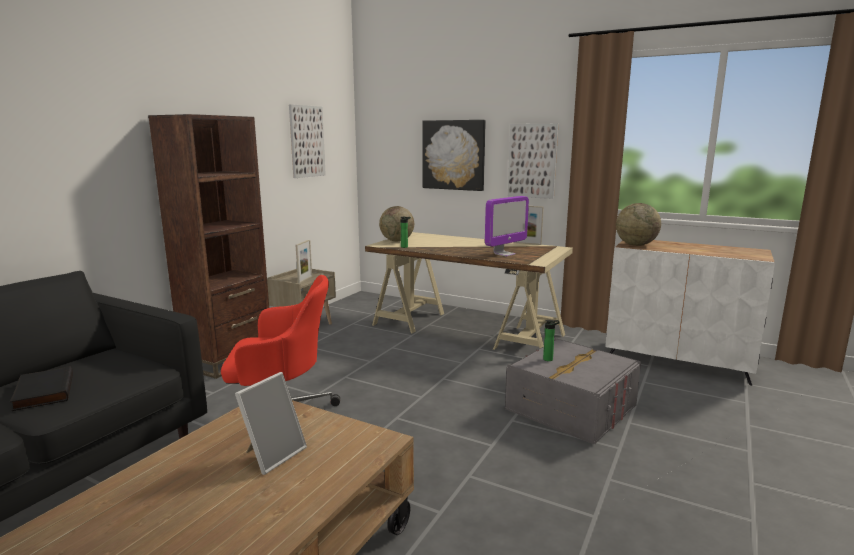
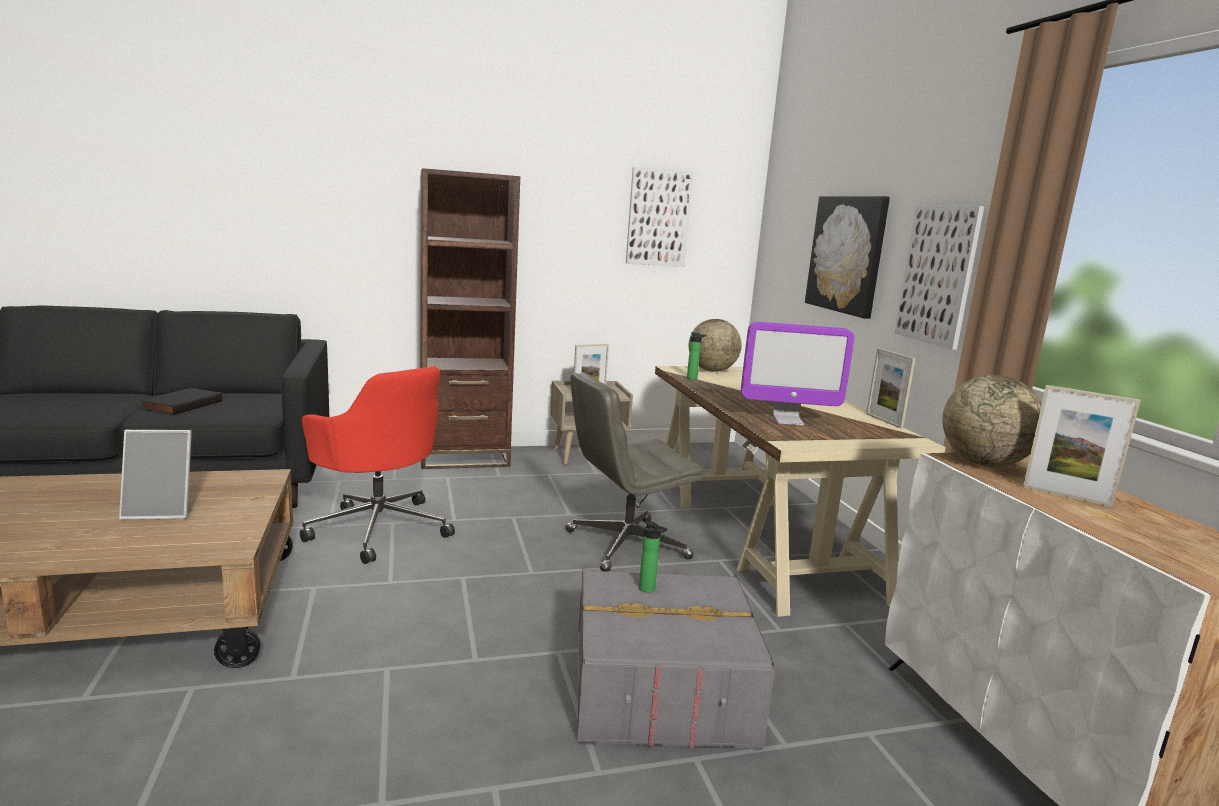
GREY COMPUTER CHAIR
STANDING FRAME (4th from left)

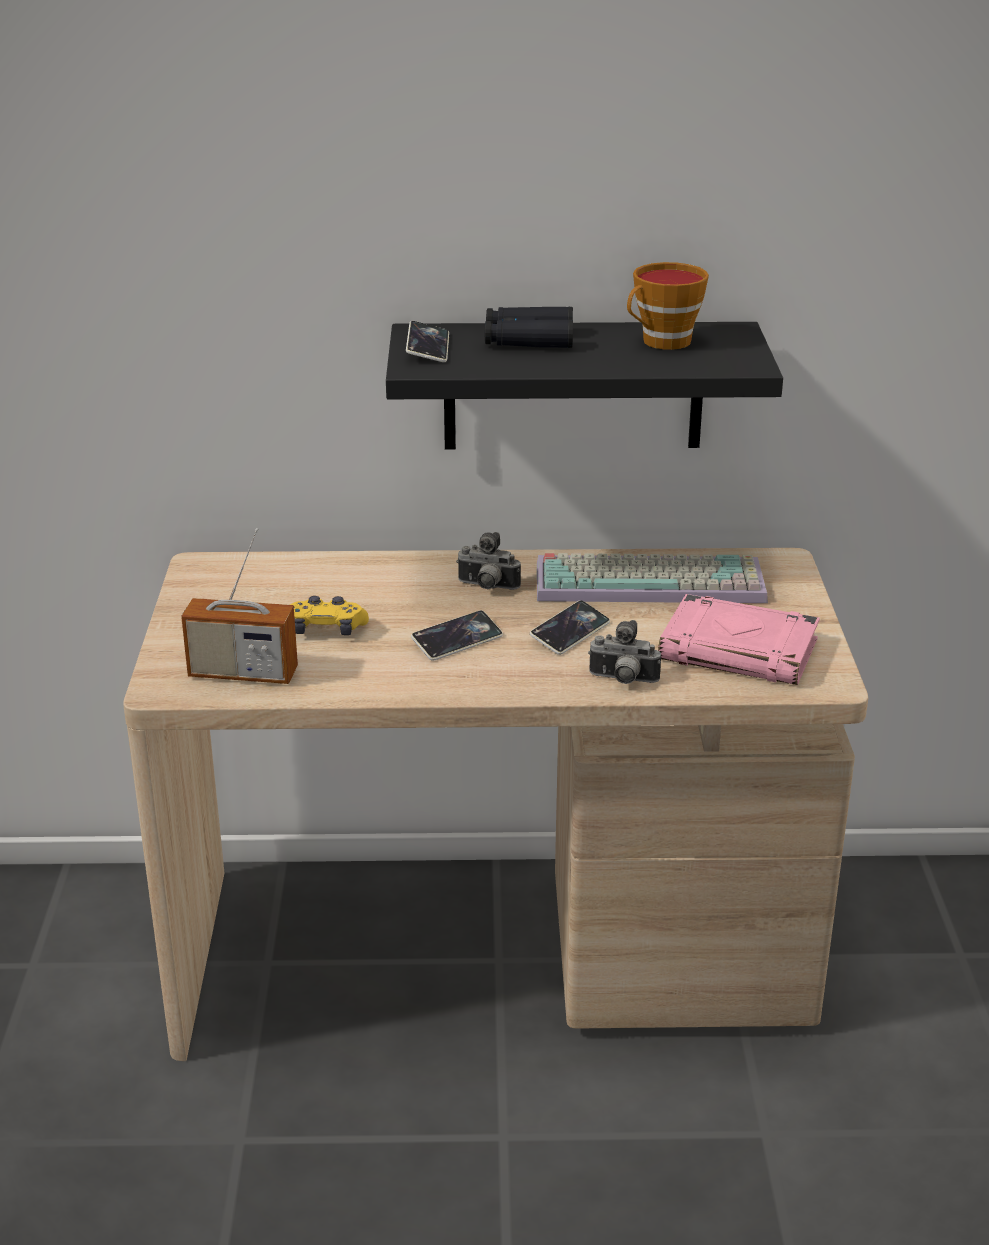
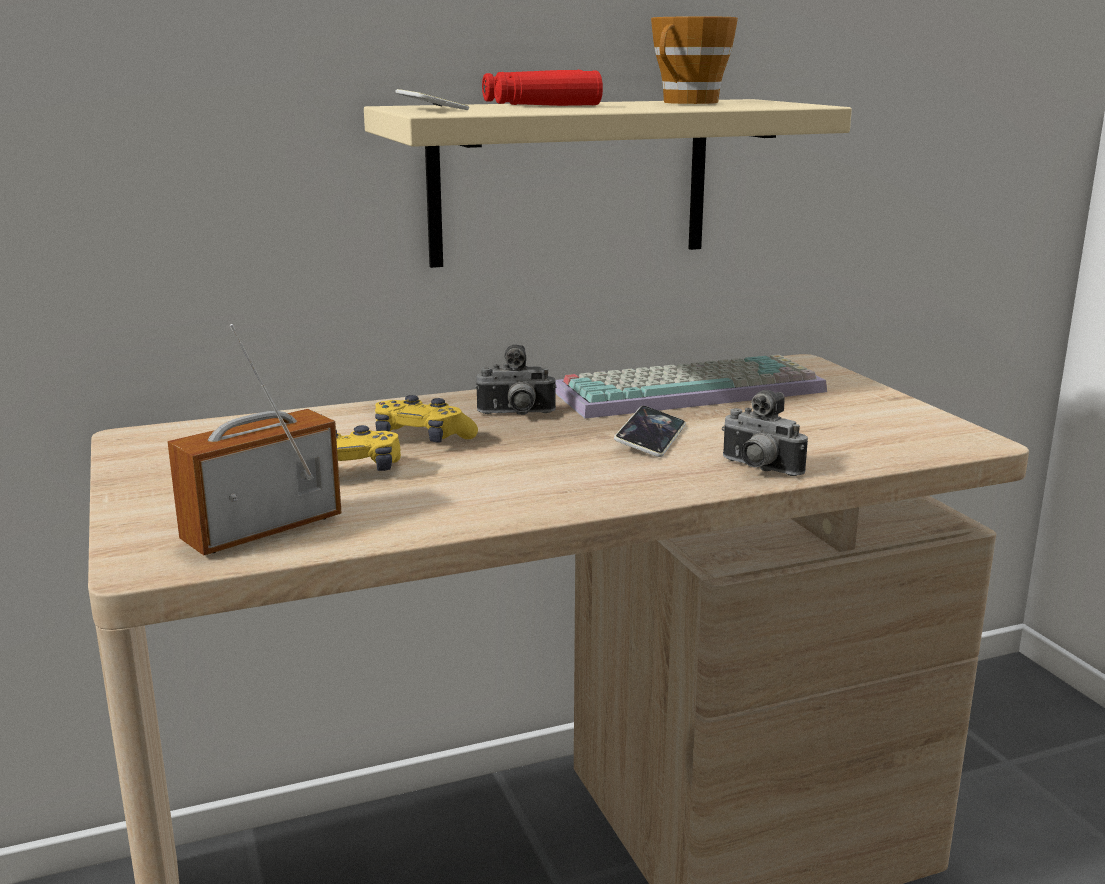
RADIO
BEIGE WALL SHELF
HANDSET (2nd from left in the first image)
RED-COLOURED FIELD GLASSES
PHOTO CAMERA (2nd from left)
PINK-COLOURED VOLUME
YELLOW GAME CONTROLLER (2nd from left)

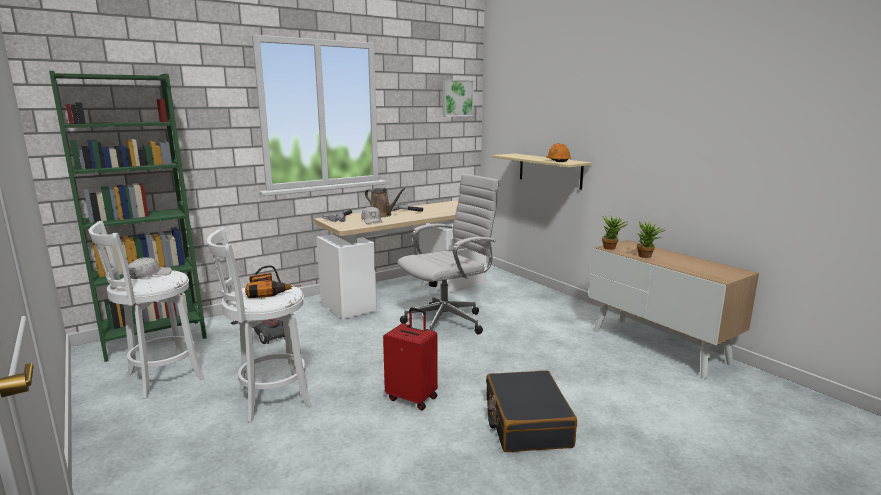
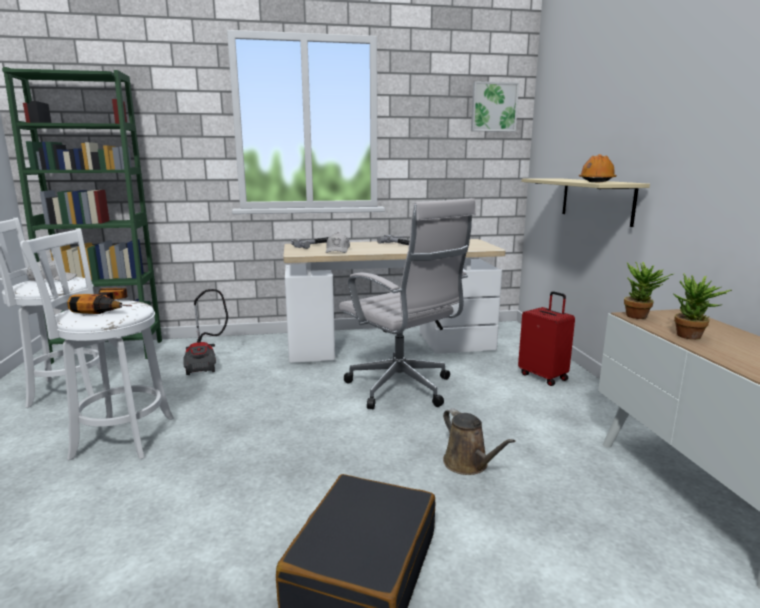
BROWN WATERING CAN
RED-COLOURED TRAVEL CASE
WHITE COMPUTER CHAIR

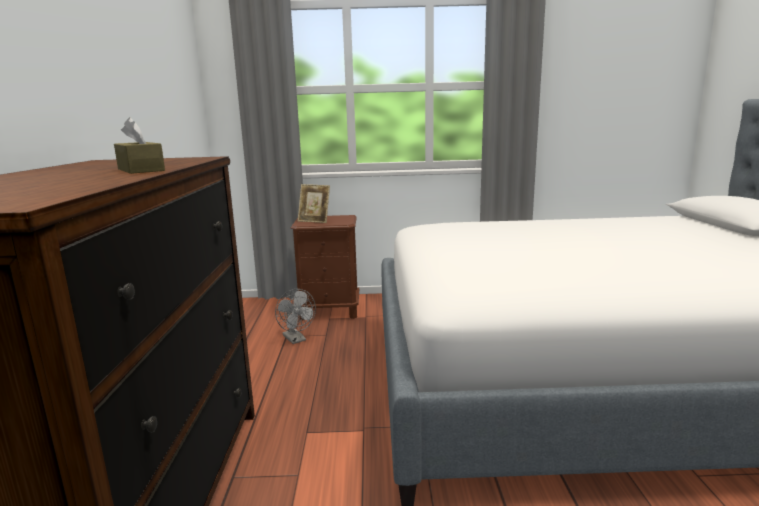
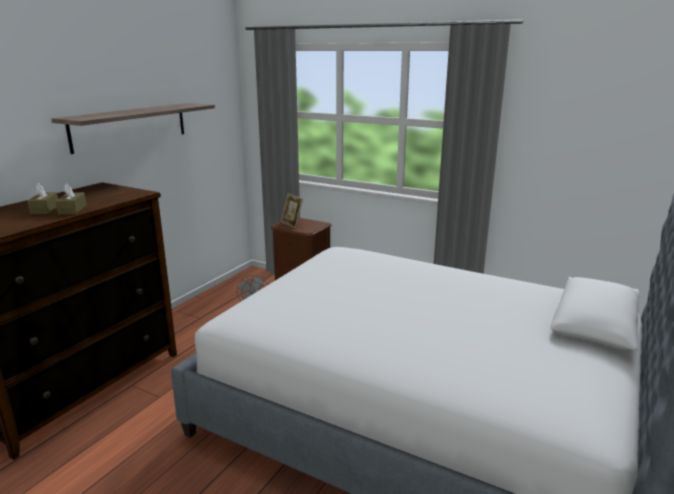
BROWN TISSUE BOX (1st from left)
WALL SHELF

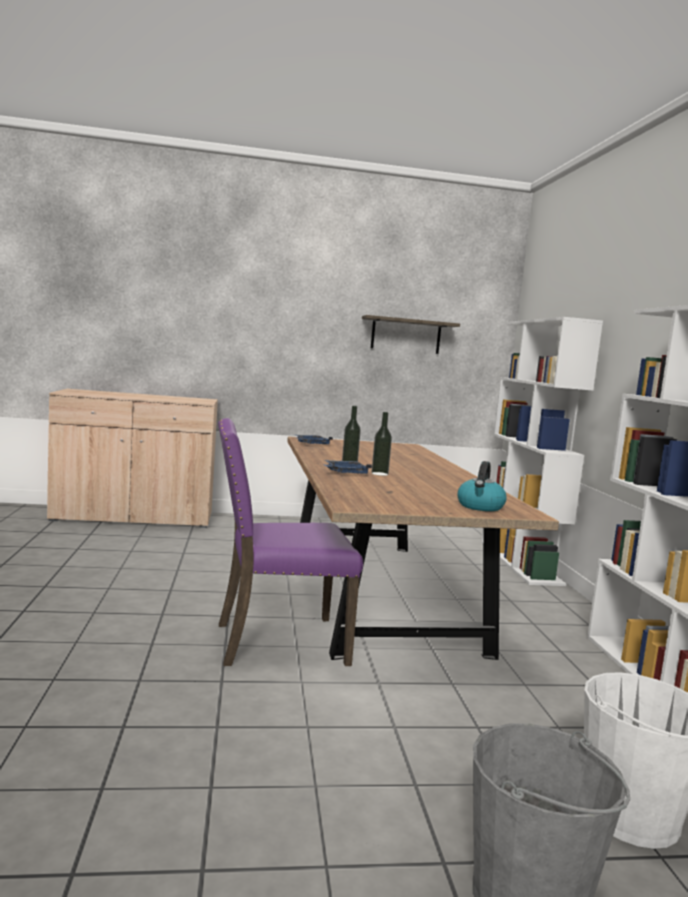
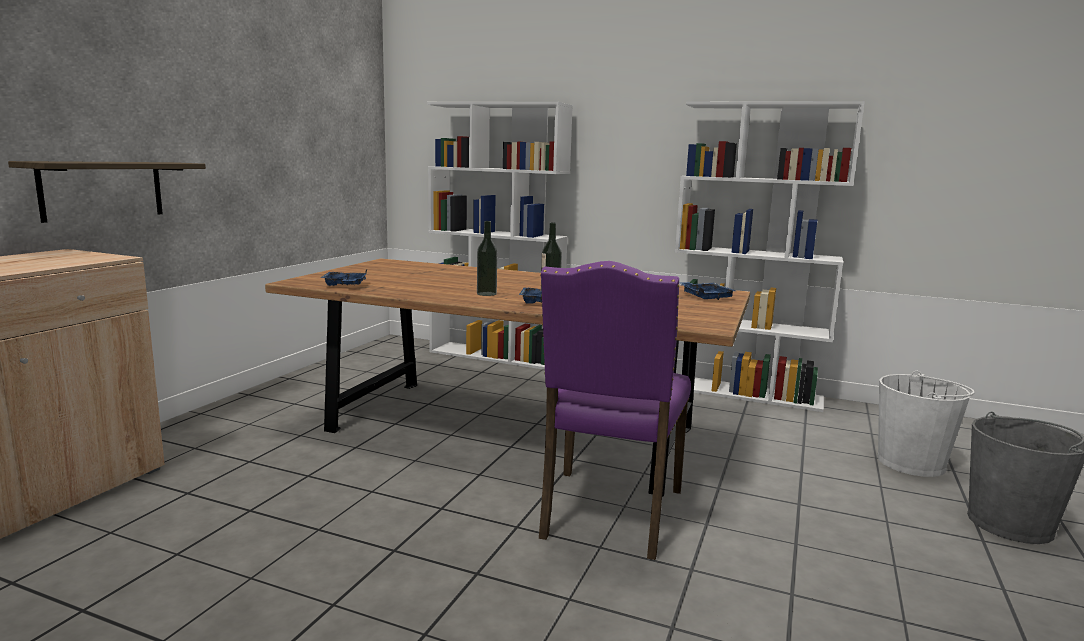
WALL SHELF
BLUE CARRYING TRAY (3rd from left)

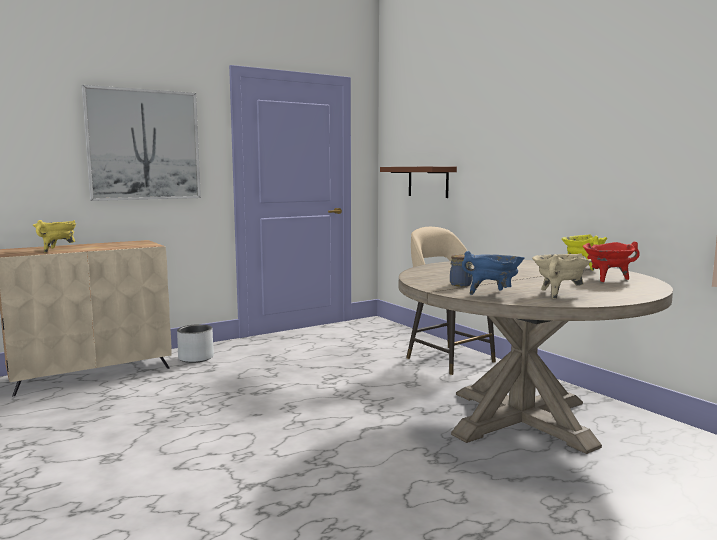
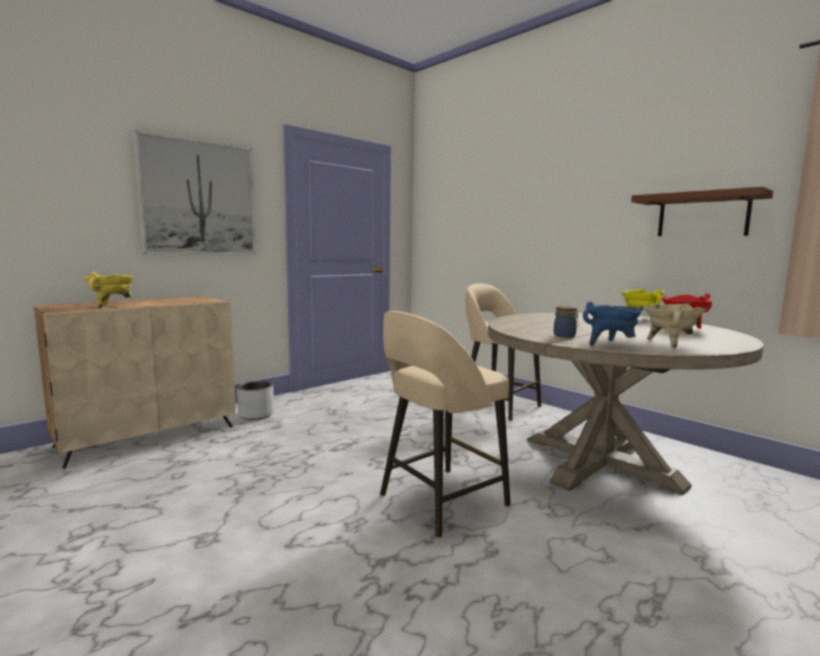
BROWN WALL SHELF
BEIGE STOOL (1st from left)

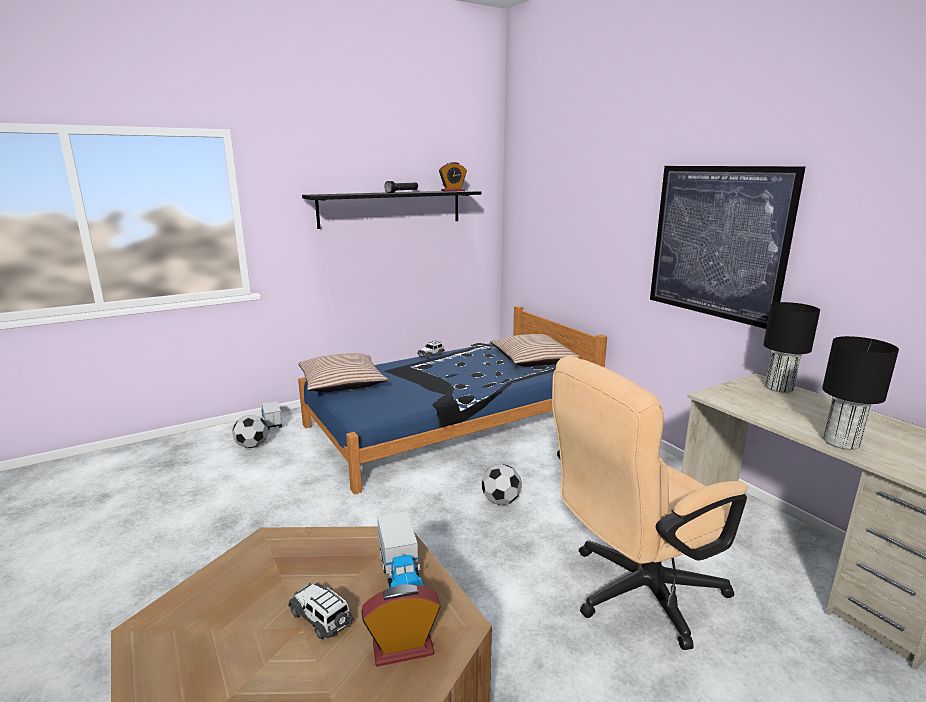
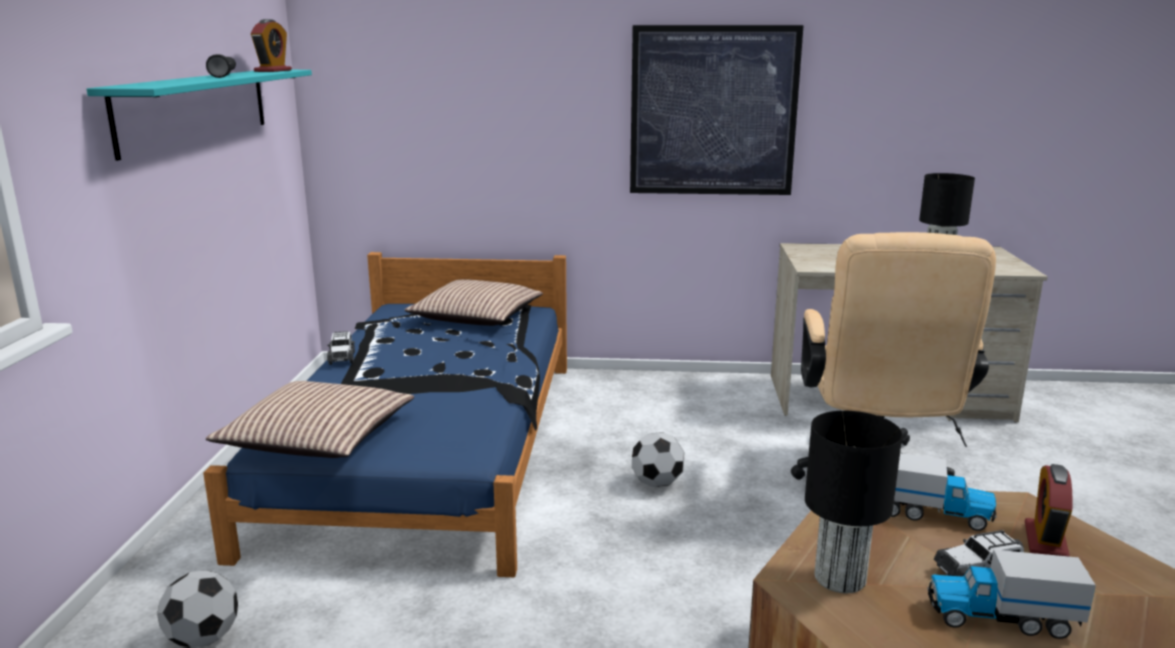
TOY LORRY (2nd from left)
TURQUOISE WALL SHELF
BLACK TABLE LAMP (1st from left)

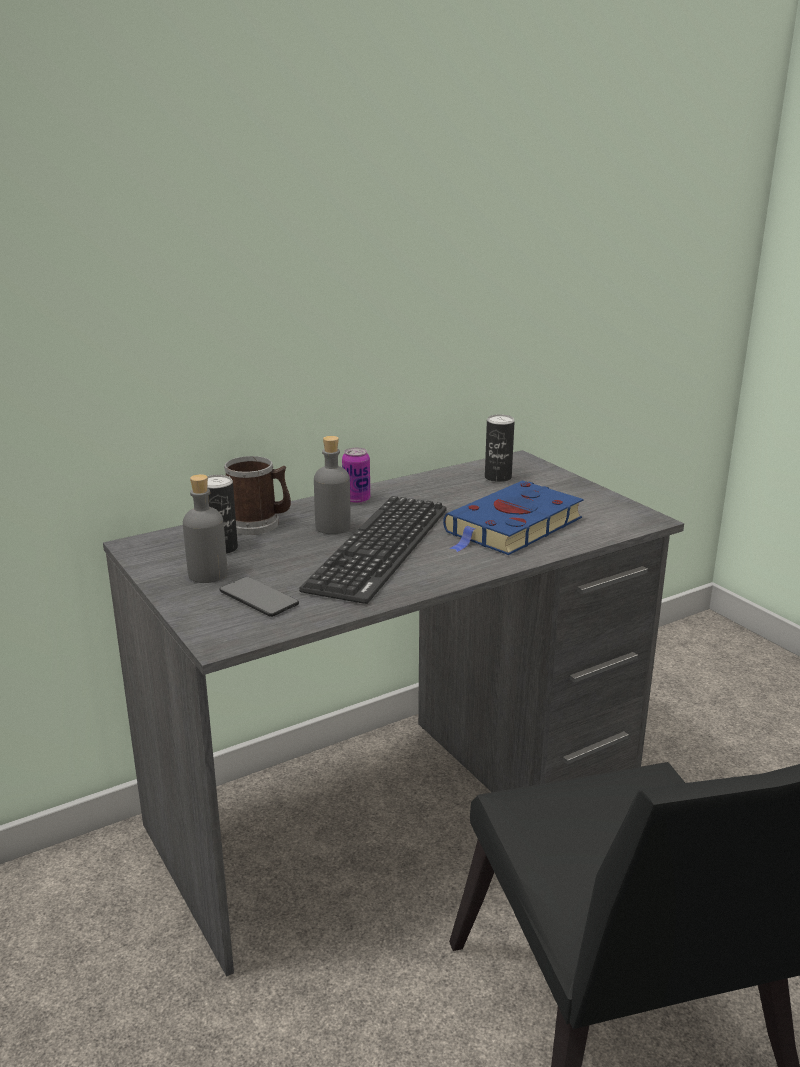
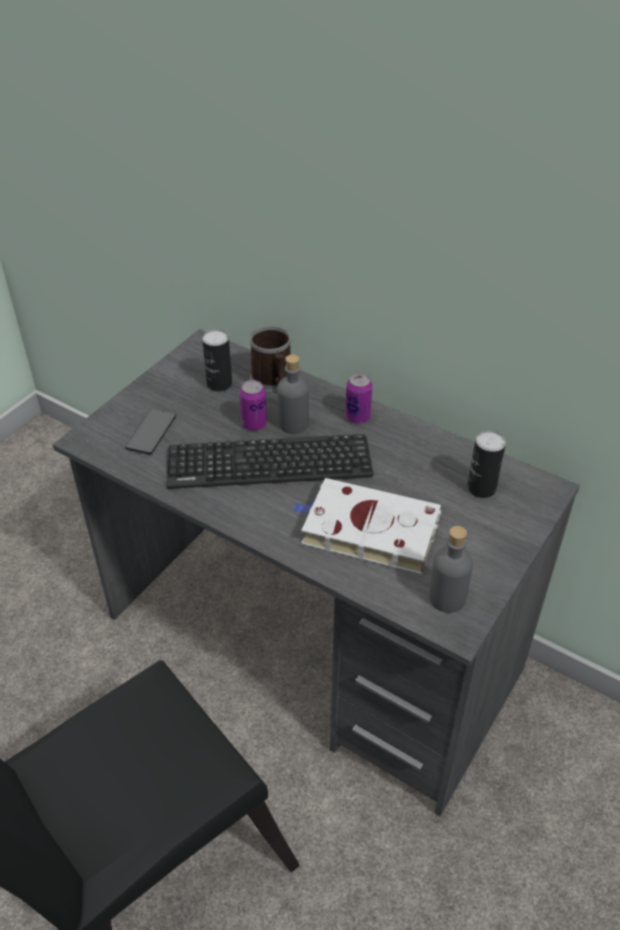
GREY BEVERAGE BOTTLE (2nd from left)
WHITE VOLUME
CAN (2nd from left)

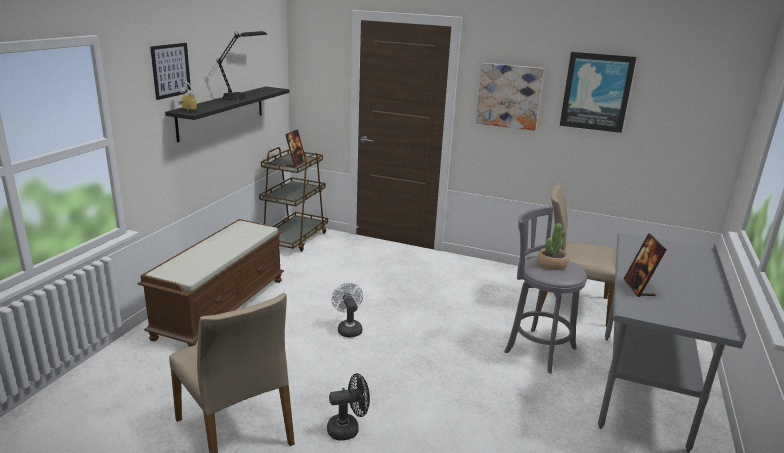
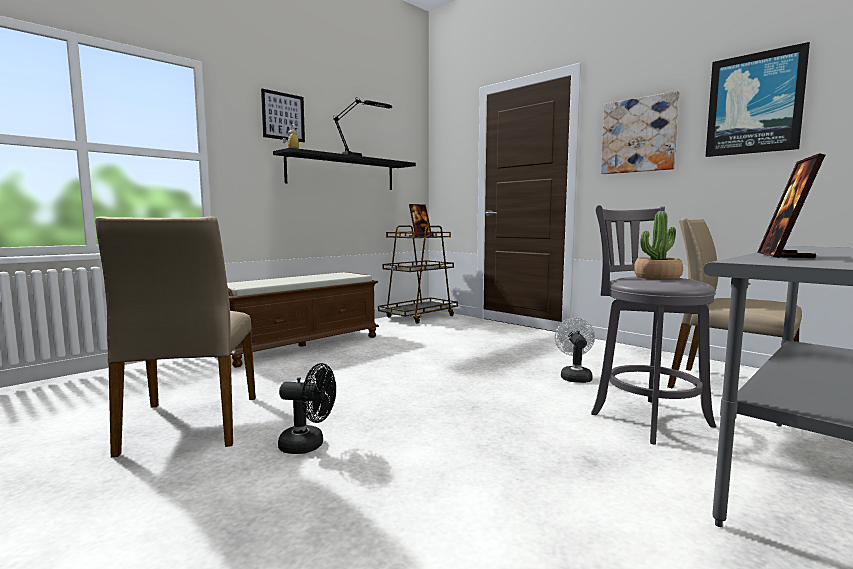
WHITE ELECTRIC FAN

